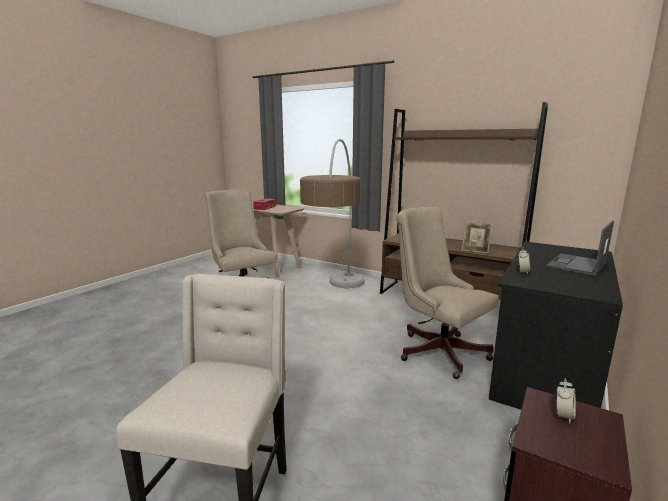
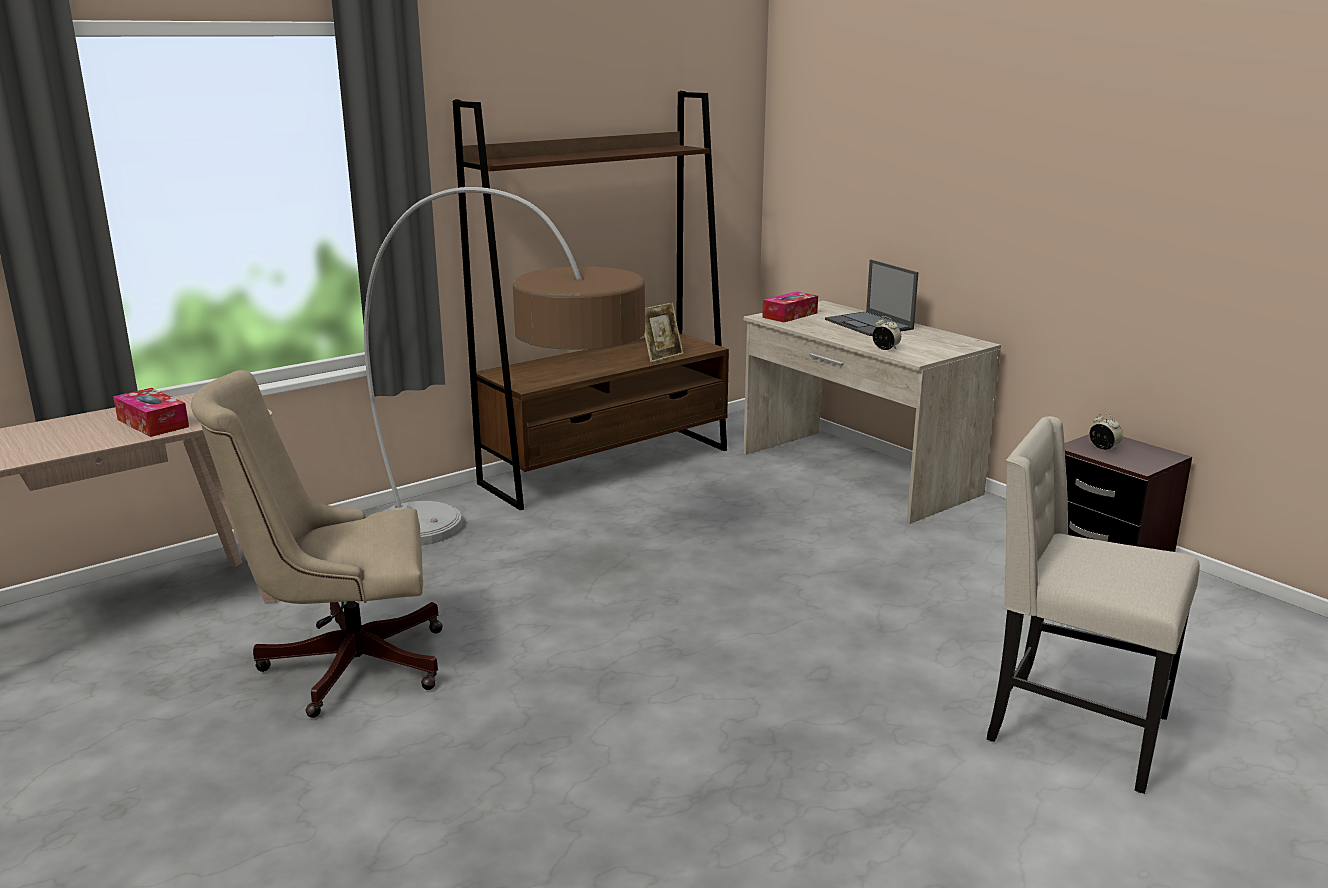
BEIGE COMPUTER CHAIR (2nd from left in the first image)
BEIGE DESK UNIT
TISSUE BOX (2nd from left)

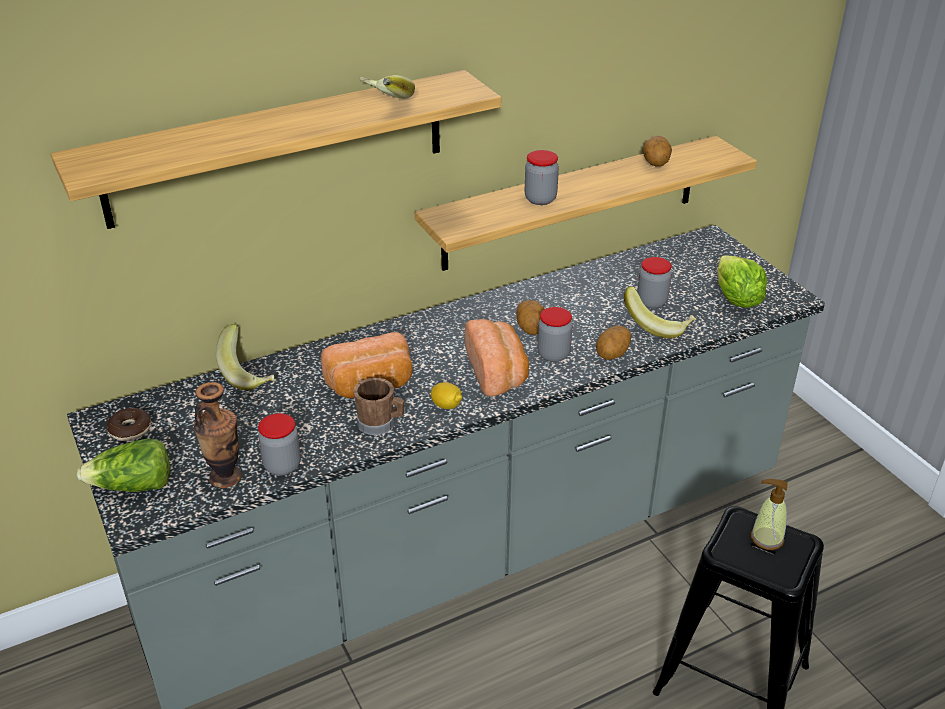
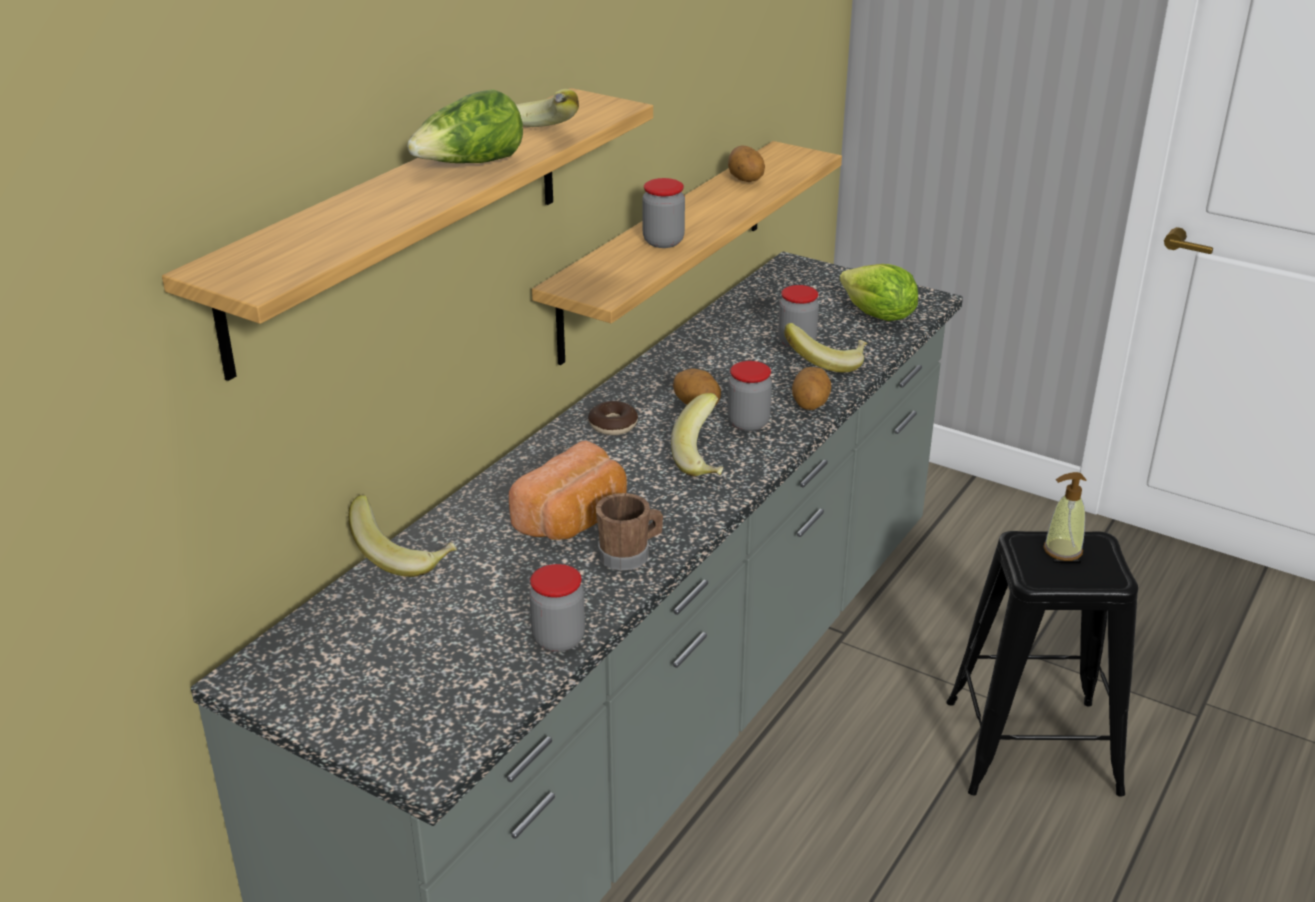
LETTUCE (1st from left)
RING DOUGHNUT
FLOWER VASE
WHOLE LEMON
WHOLE BANANA (3rd from left)

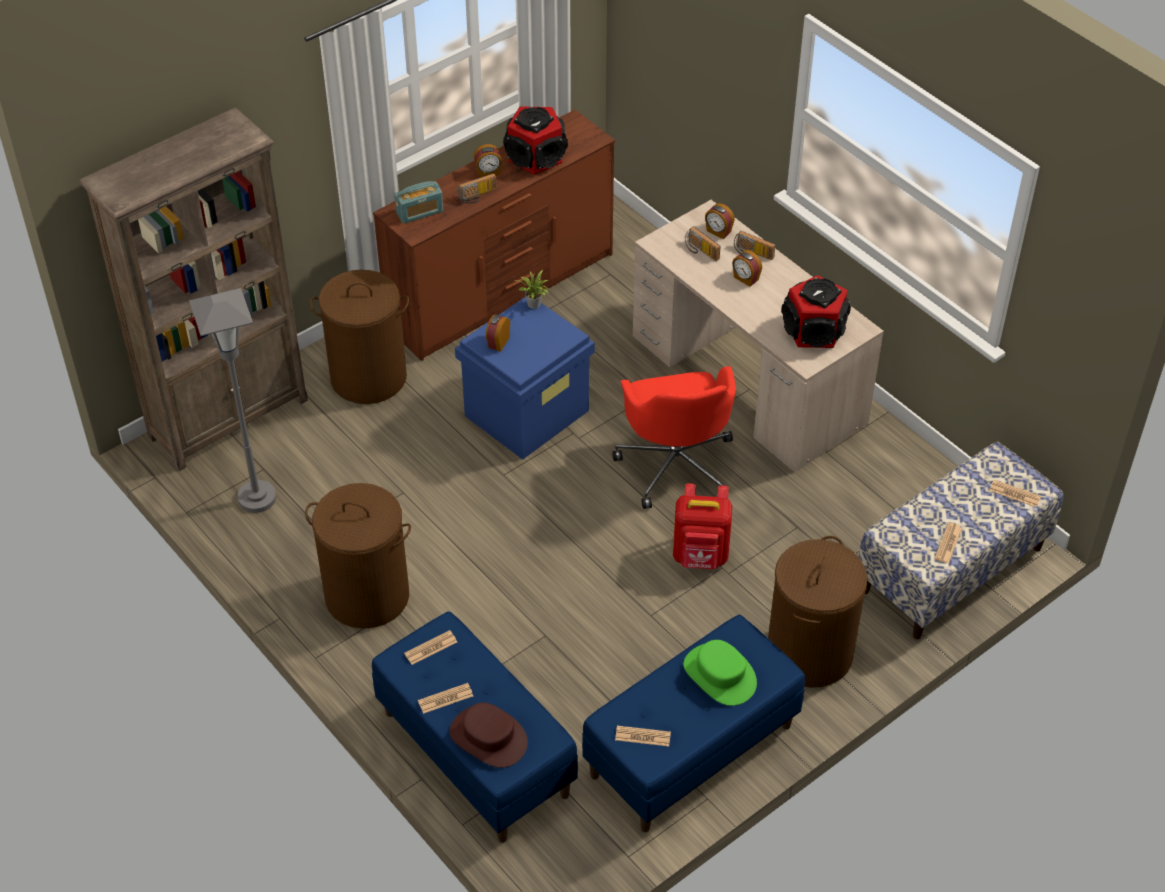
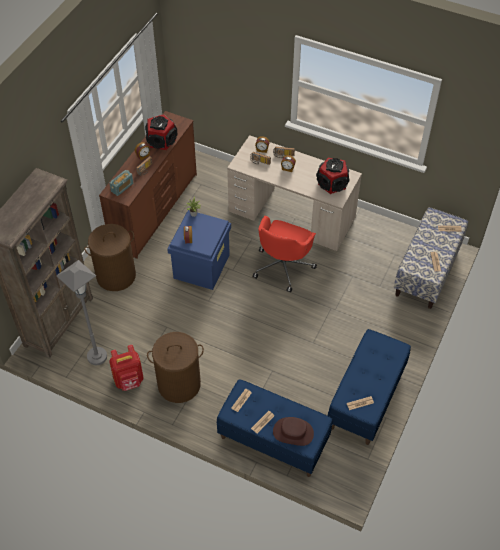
RED-COLOURED COMPUTER CHAIR
RED-COLOURED BACKPACK
GREEN-COLOURED HAT
BROWN WASHING BASKET (3rd from left in the first image)

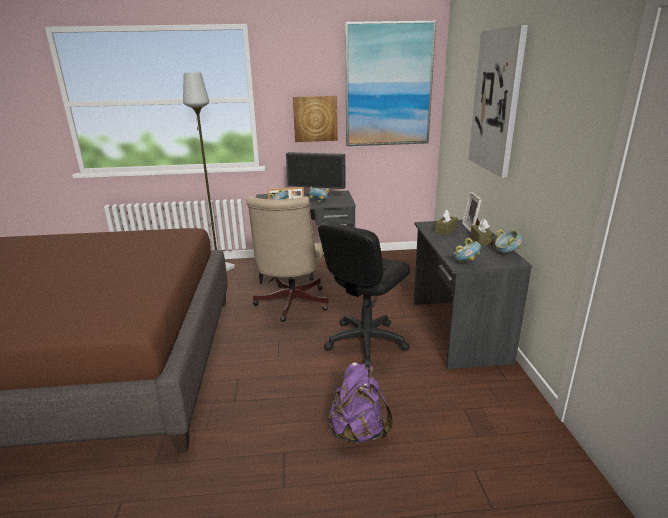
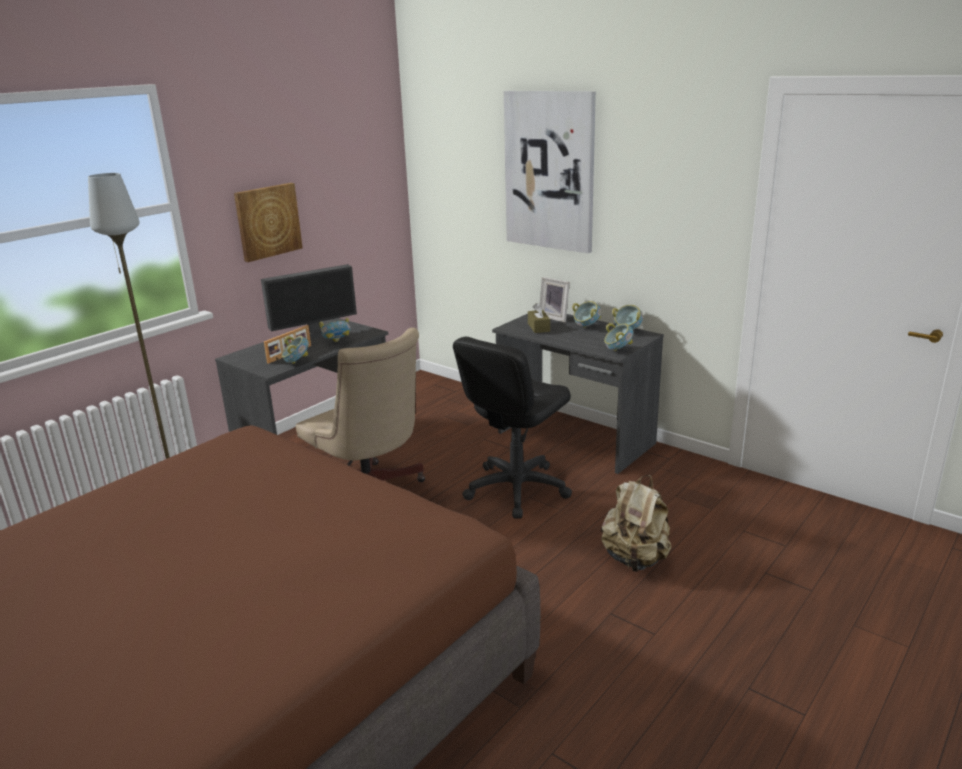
BLACK COMPUTER CHAIR
BEIGE BACKPACK
WALL ART (2nd from left in the first image)
SERVING BOWL (3rd from left)

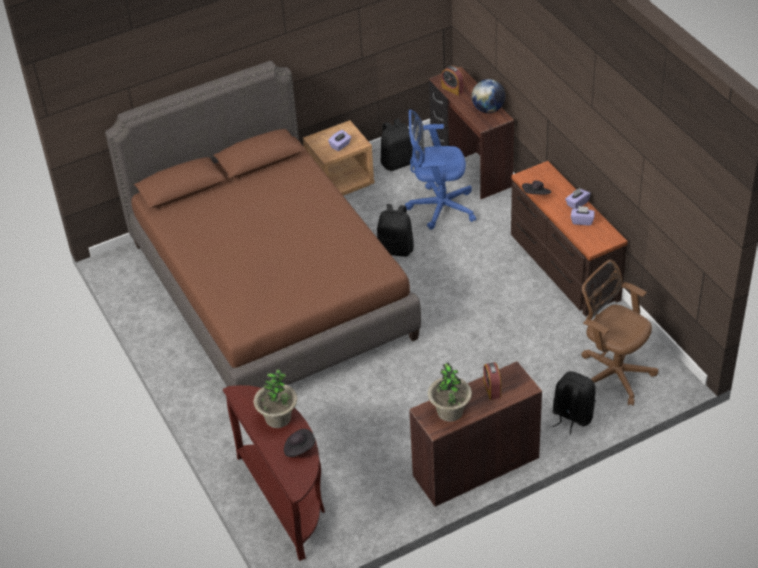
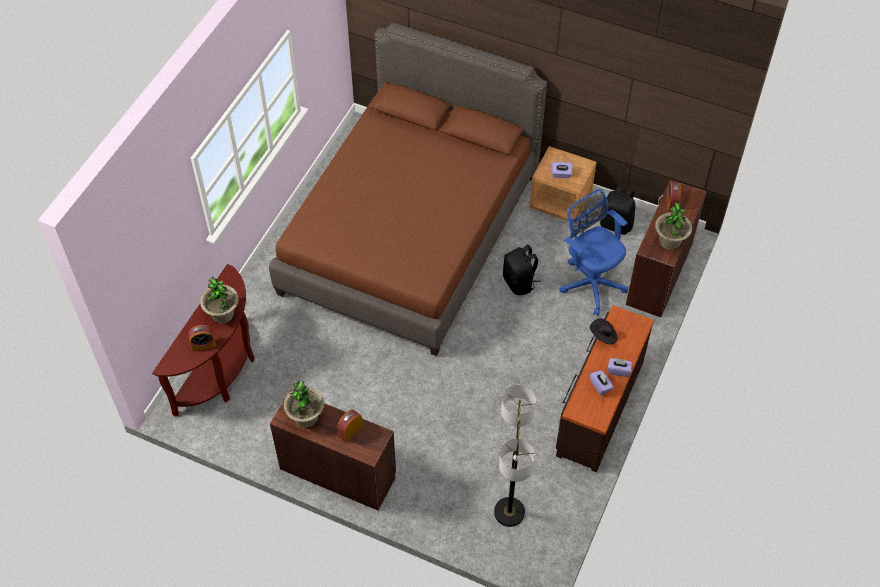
TABLE CLOCK (1st from left)
PLANT IN A POT (3rd from left)
BLACK BACKPACK (3rd from left in the first image)
FLOOR LAMP

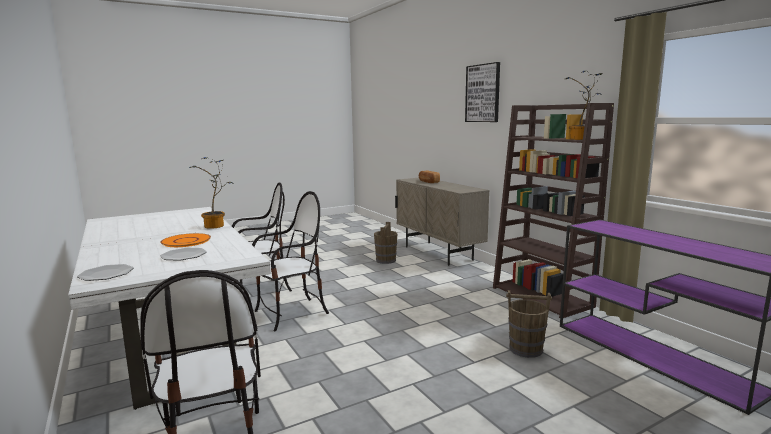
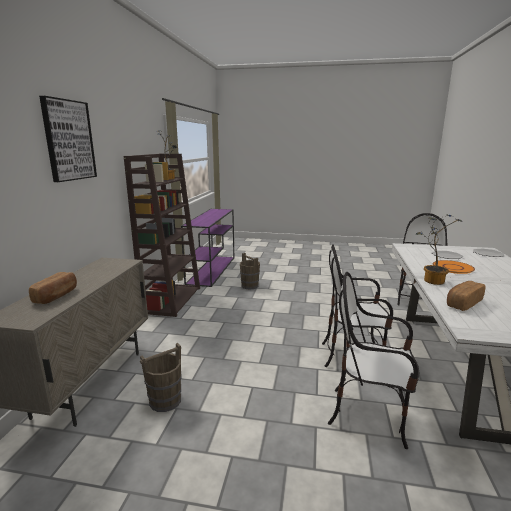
BAKERY BREAD (2nd from left)

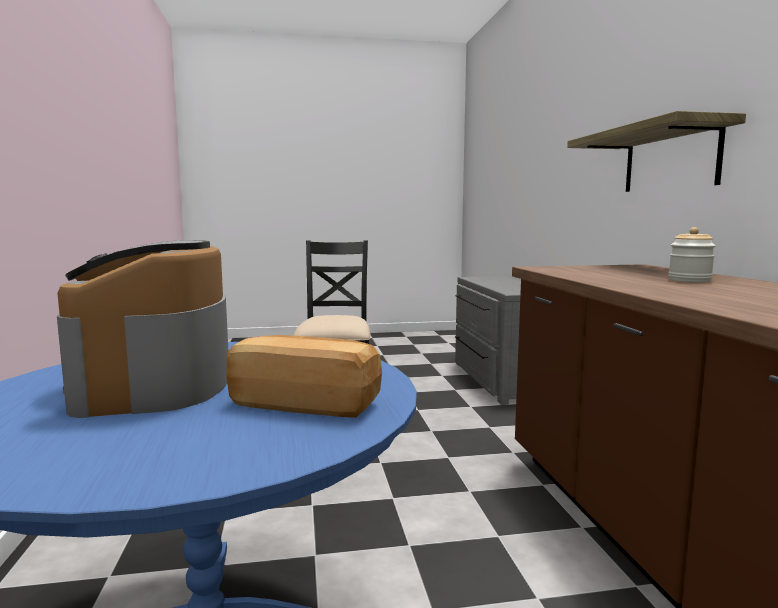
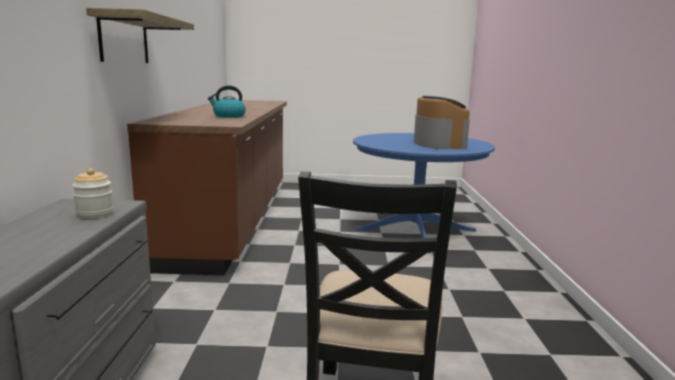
BAKERY BREAD
PRESERVE JAR
WATER KETTLE

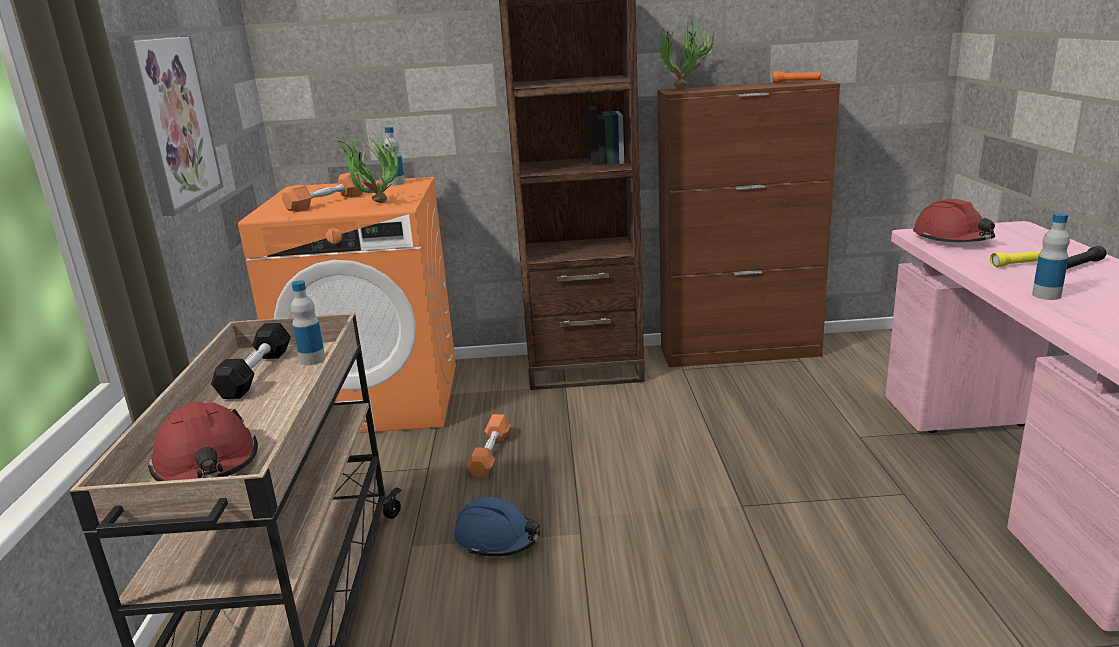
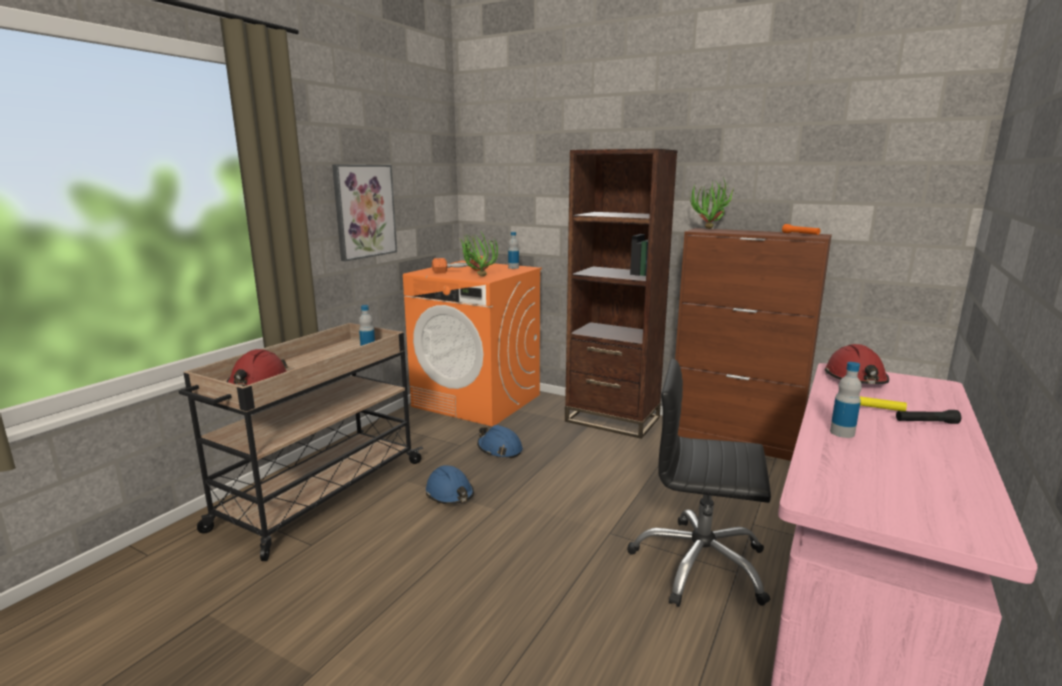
BLACK DUMBBELL
BLUE SAFETY HELMET (2nd from left)
BLACK COMPUTER CHAIR

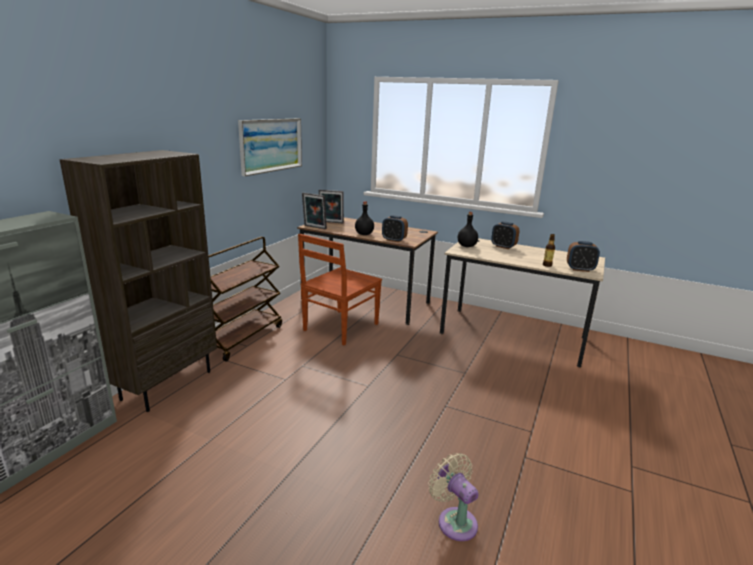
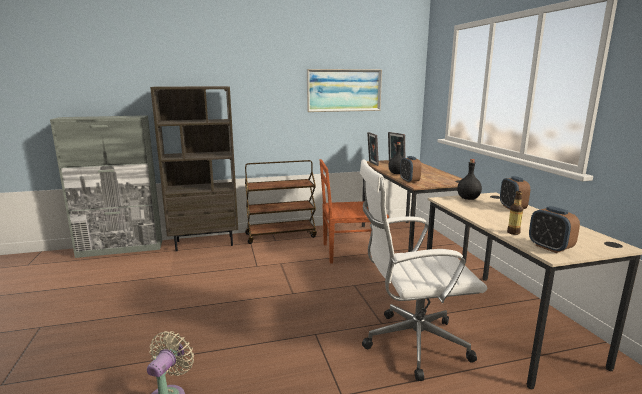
WHITE COMPUTER CHAIR

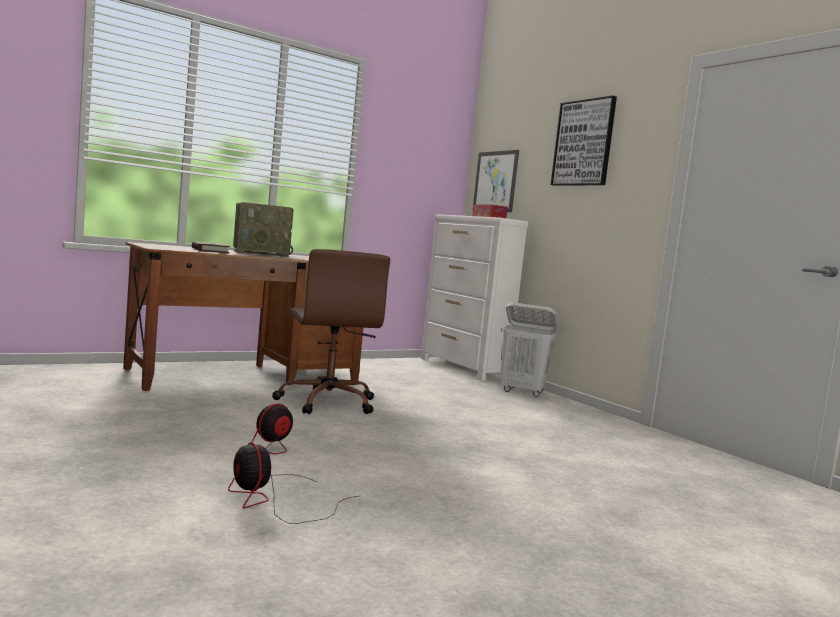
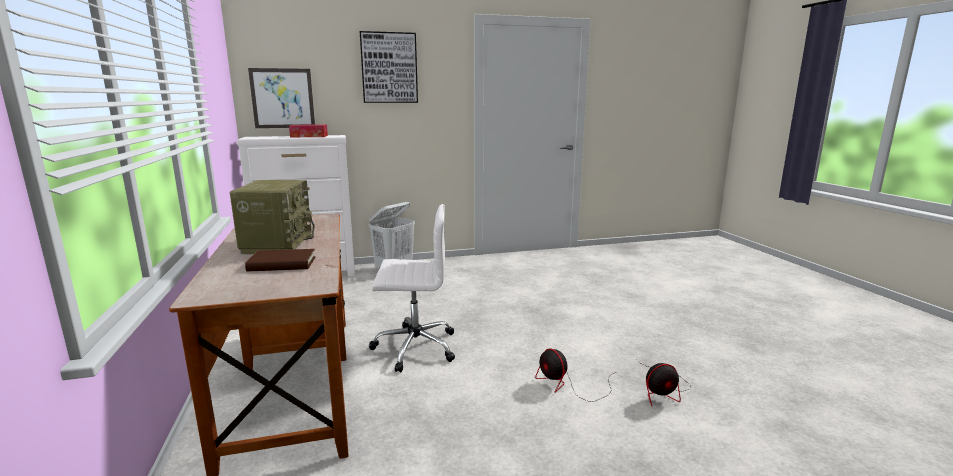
WHITE COMPUTER CHAIR

